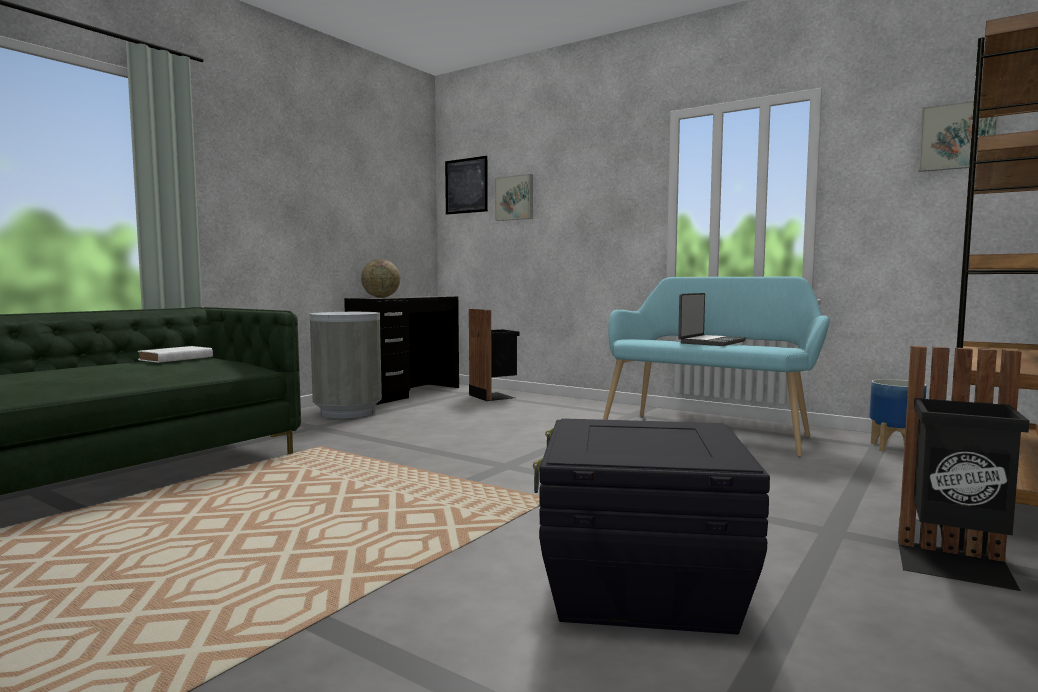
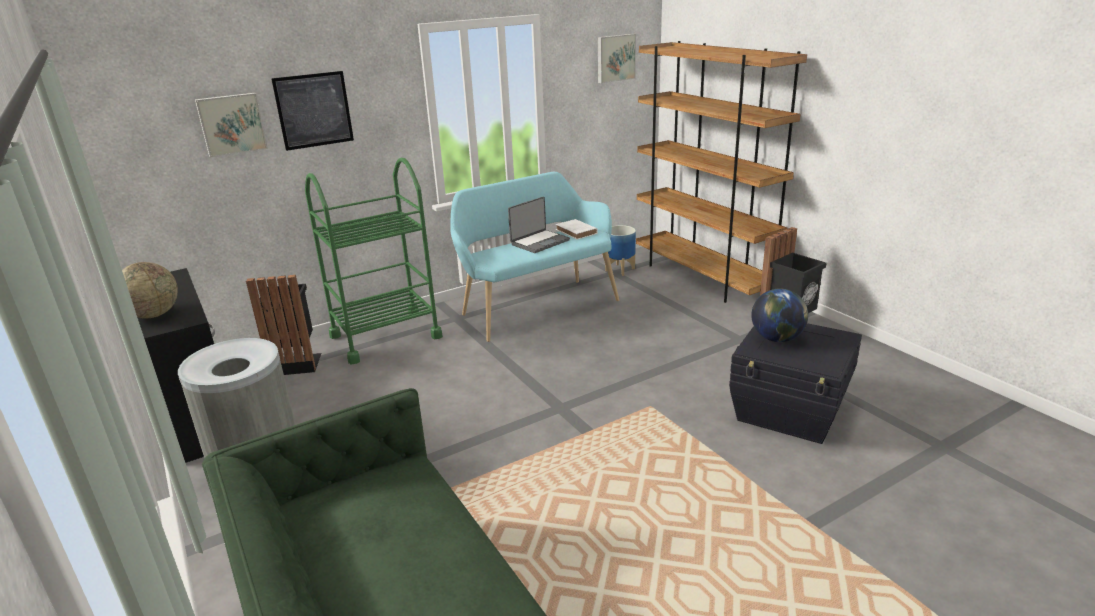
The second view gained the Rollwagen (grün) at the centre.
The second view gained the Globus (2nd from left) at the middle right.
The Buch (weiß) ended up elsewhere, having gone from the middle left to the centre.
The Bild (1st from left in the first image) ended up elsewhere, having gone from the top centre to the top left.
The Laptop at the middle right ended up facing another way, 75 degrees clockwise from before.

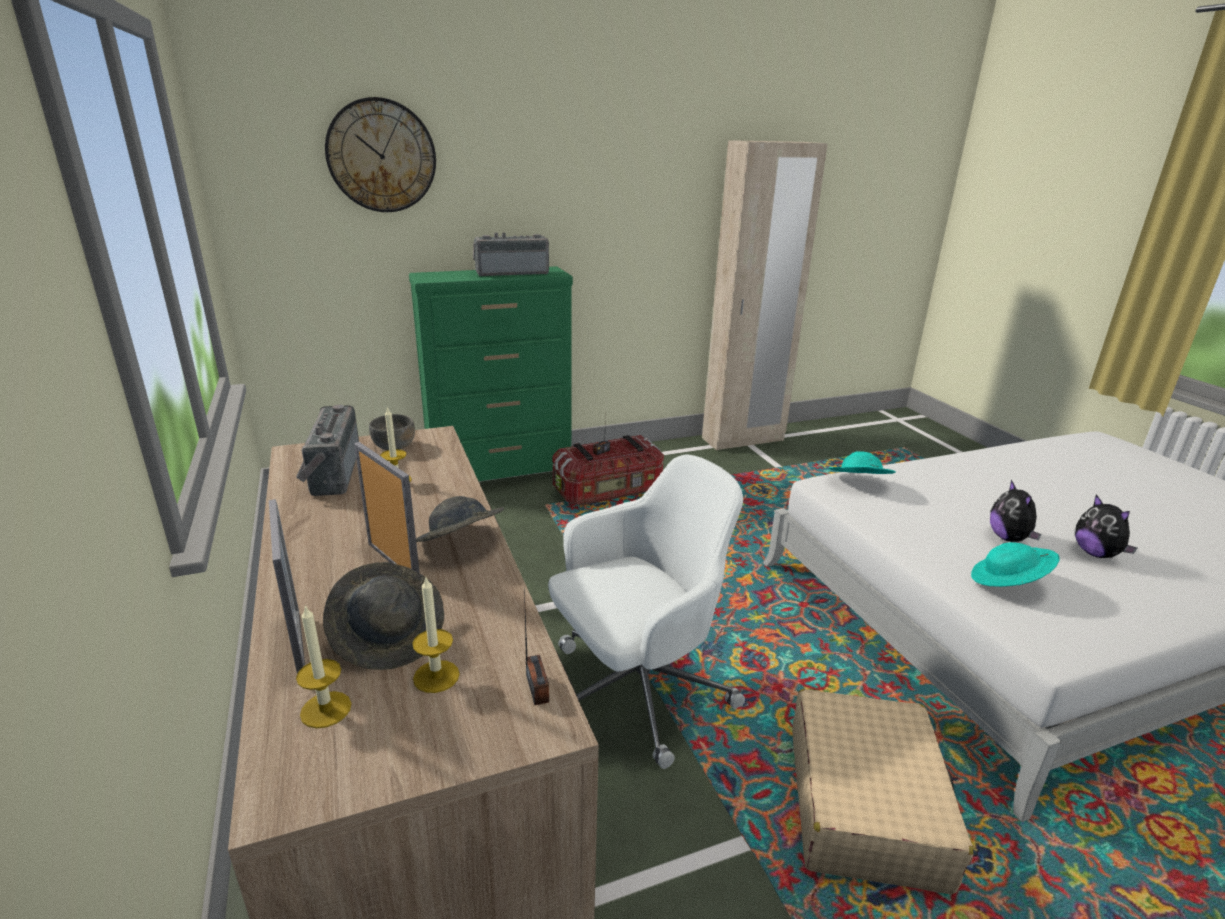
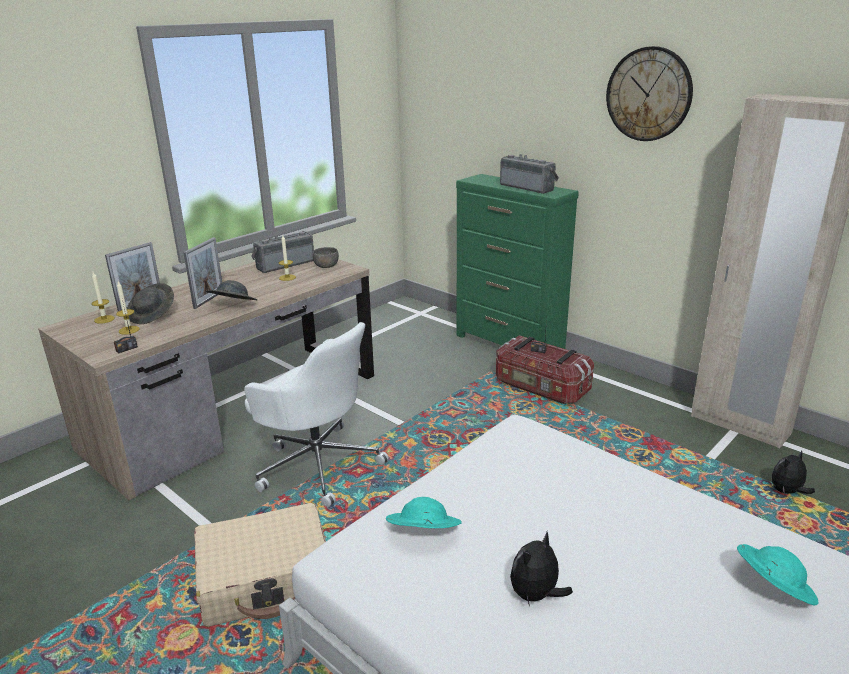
The Wanduhr ended up elsewhere, having gone from the top left to the top right.
The Hut (türkis) (1st from left in the first image) ended up elsewhere, having gone from the middle right to the bottom right.
The Plüschtier (1st from left in the first image) ended up elsewhere, having gone from the middle right to the bottom right.

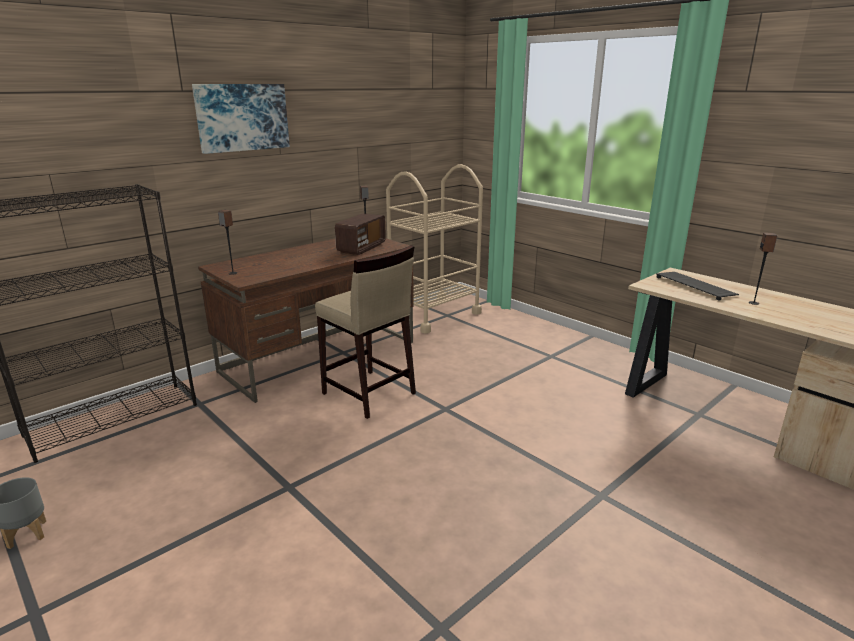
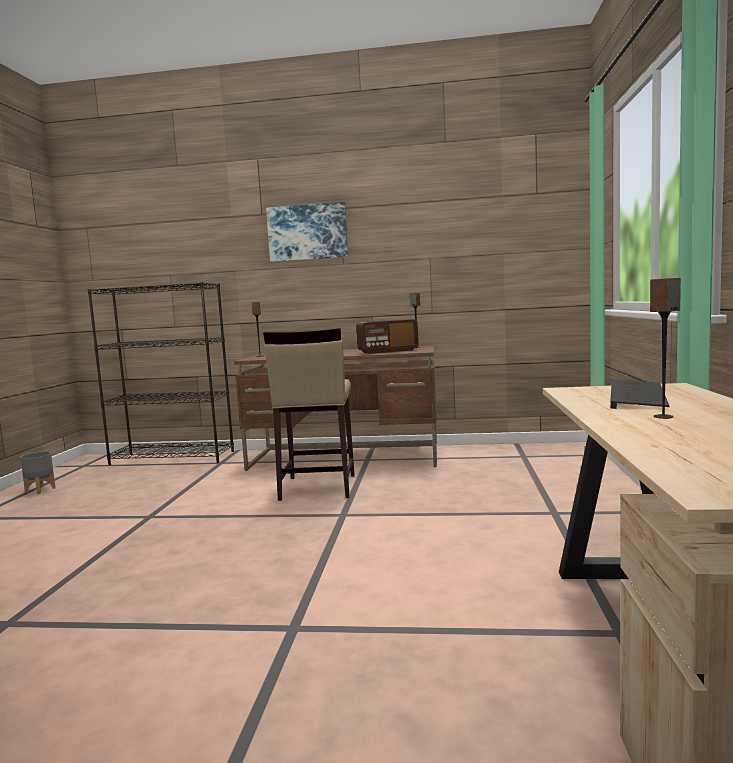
The second view lost the Rollwagen (beige) at the centre.

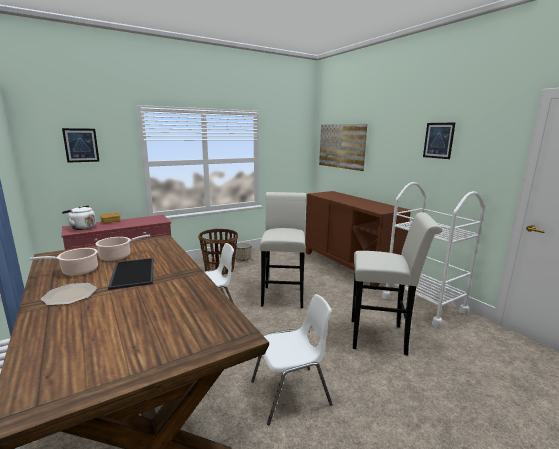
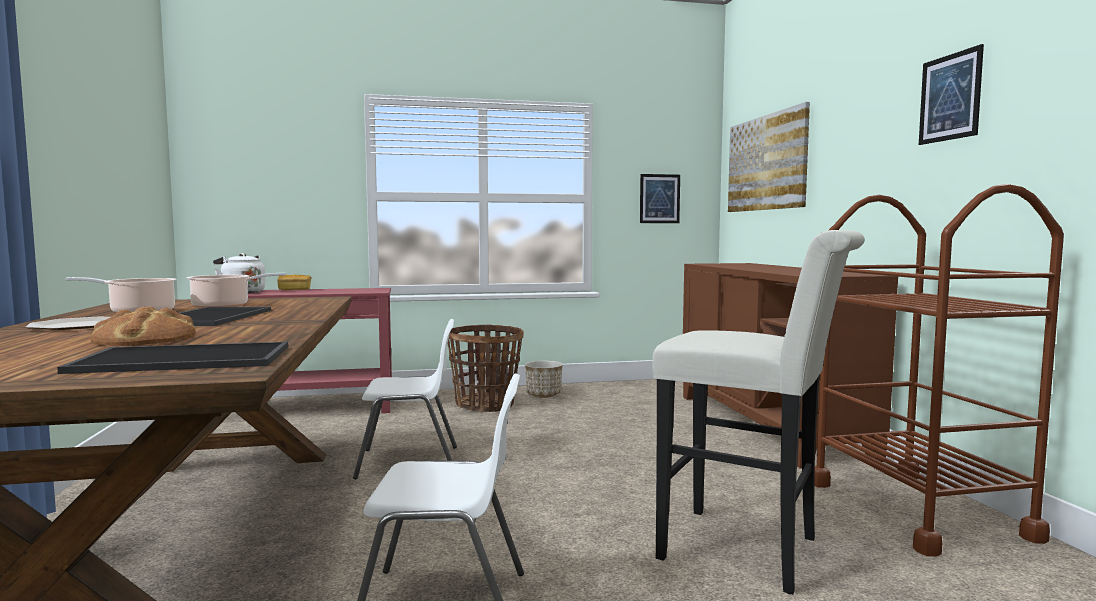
The second view lost the Hocker (weiß) (1st from left) at the centre.
The second view gained the Tablett (1st from left) at the middle left.
The second view gained the Brot (1st from left) at the middle left.
The Bild (1st from left) ended up elsewhere, having gone from the top left to the top centre.
What was the Rollwagen (weiß) at the middle right turned into the Rollwagen (braun) at the middle right.

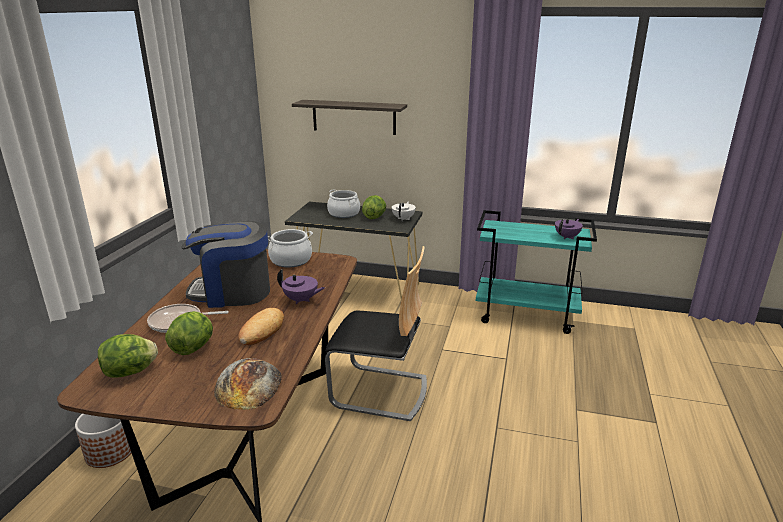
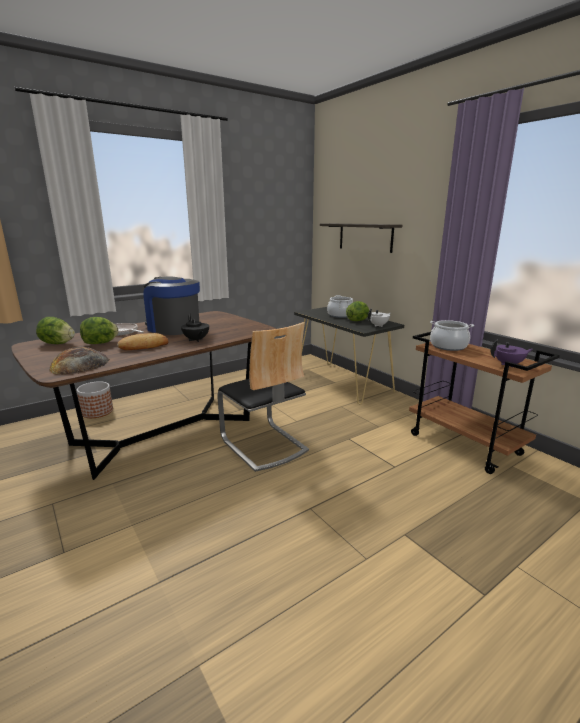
The Kochtopf (1st from left in the first image) ended up elsewhere, having gone from the centre to the middle right.
What was the Teekanne (lila) (1st from left) at the centre turned into the Teekanne (schwarz) at the centre.
What was the Rollwagen (türkis) at the middle right turned into the Rollwagen (braun) at the middle right.

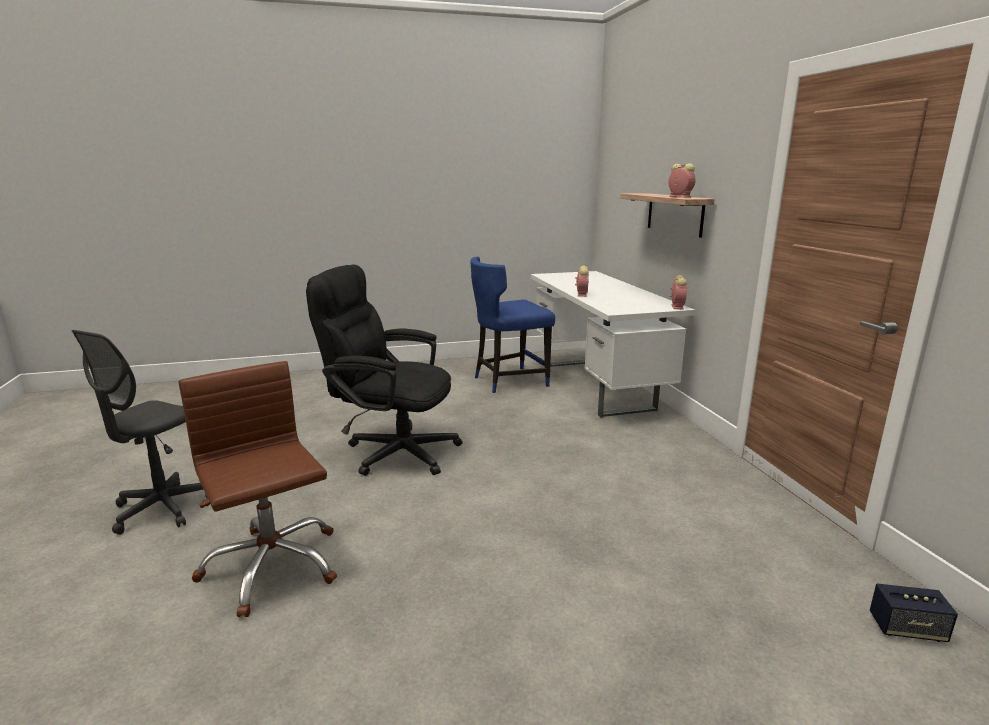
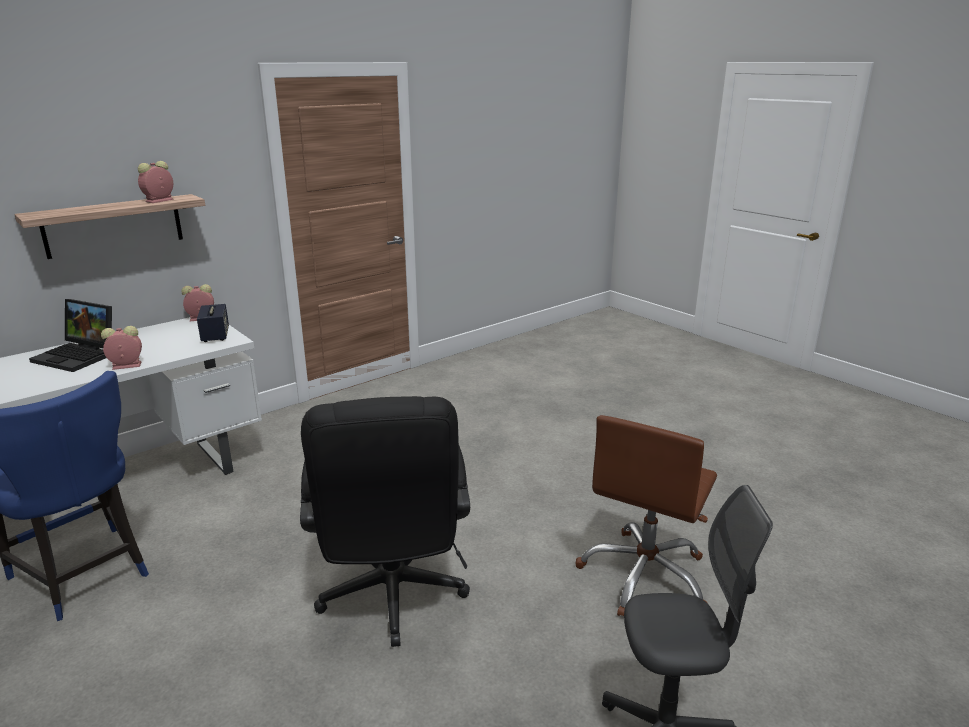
The second view gained the Laptop at the middle left.
The Lautsprecher ended up elsewhere, having gone from the bottom right to the middle left.

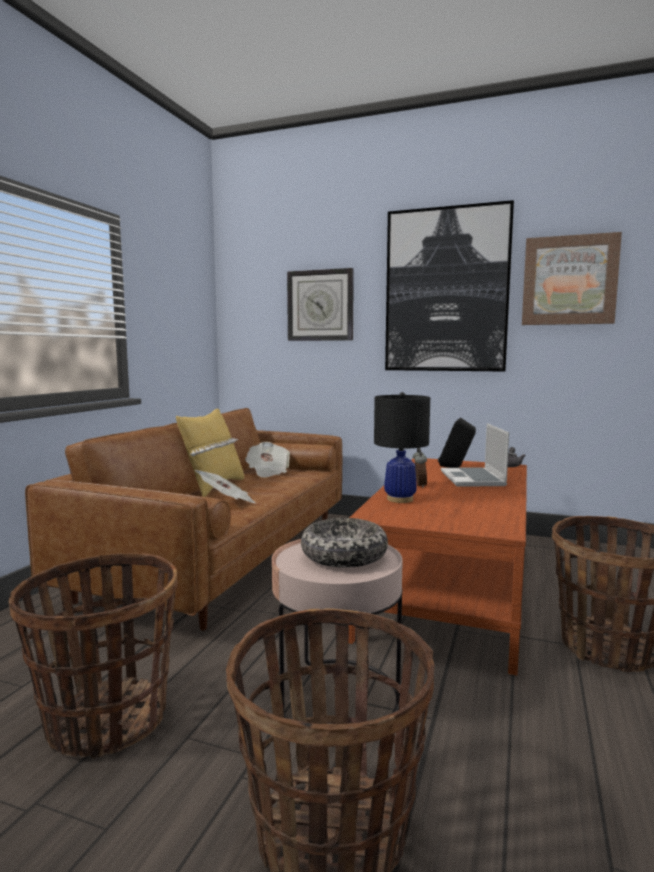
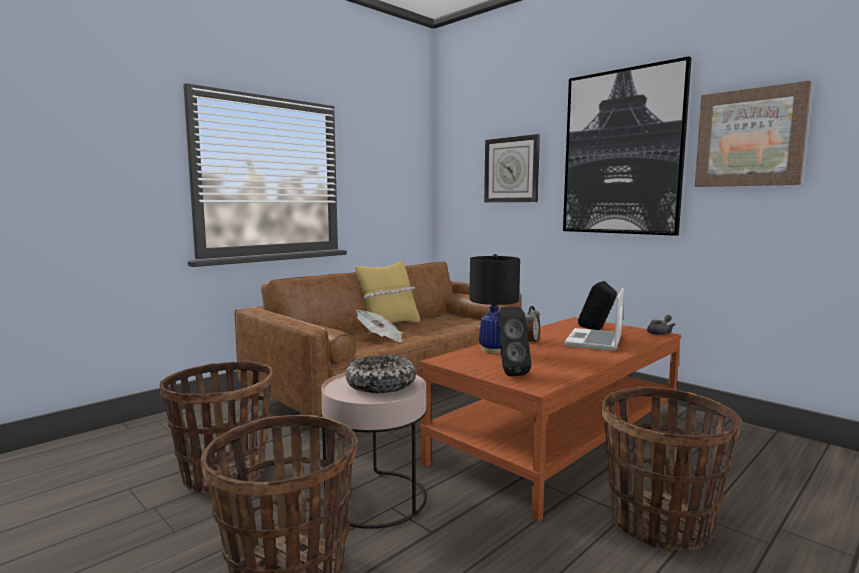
The second view lost the Zeitung (2nd from left) at the centre.
The second view gained the Lautsprecher (schwarz) (1st from left) at the centre.

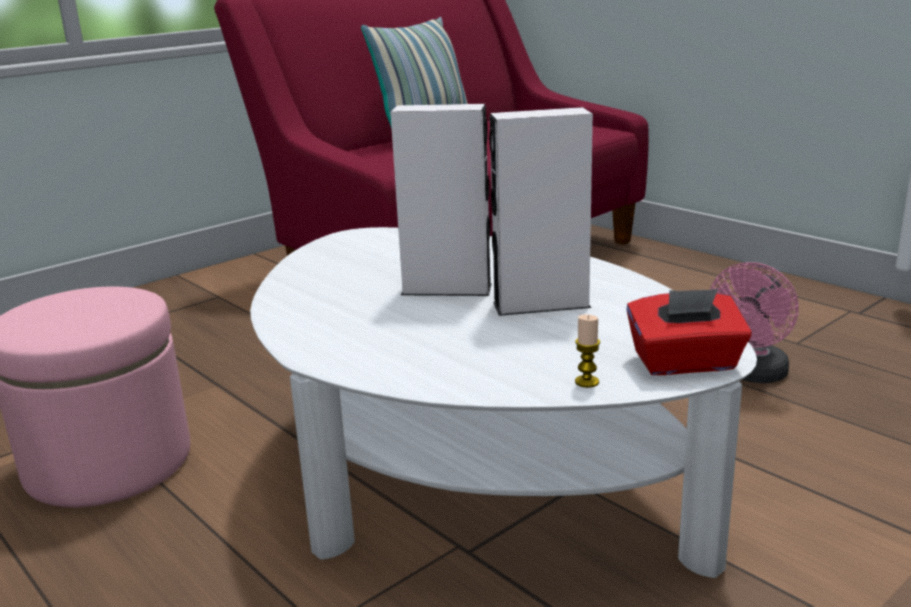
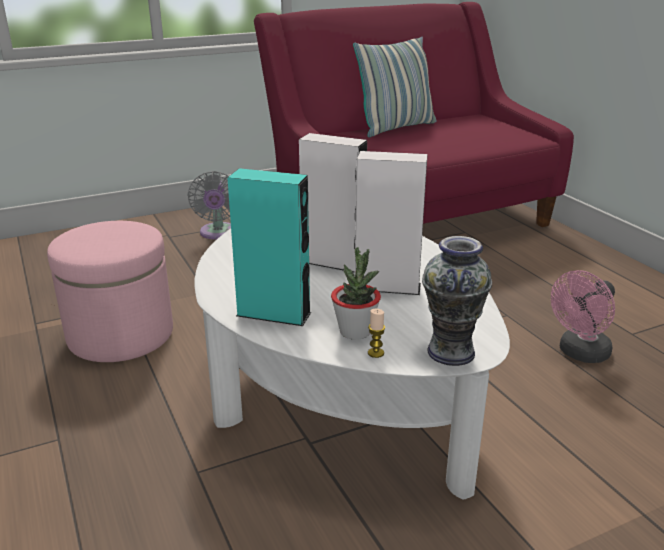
The second view gained the Ventilator (grau) at the middle left.
The second view gained the Lautsprecher (türkis) at the centre.
The second view gained the Topfpflanze at the centre.
Where the Taschentuchbox (rot) stood at the middle right, the Vase came to stand at the middle right.

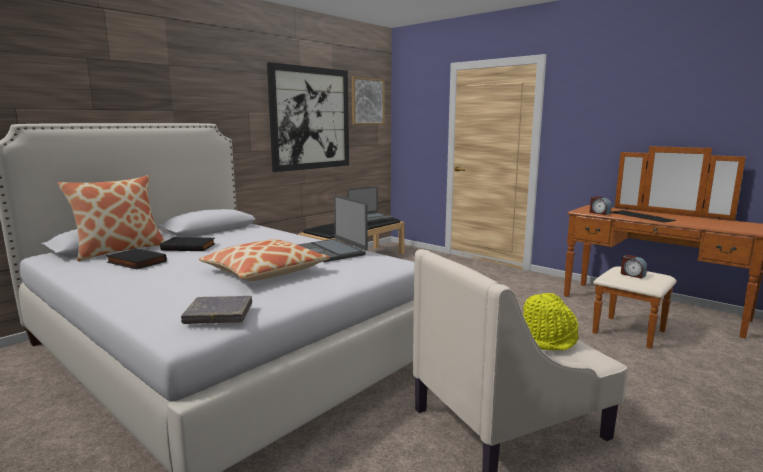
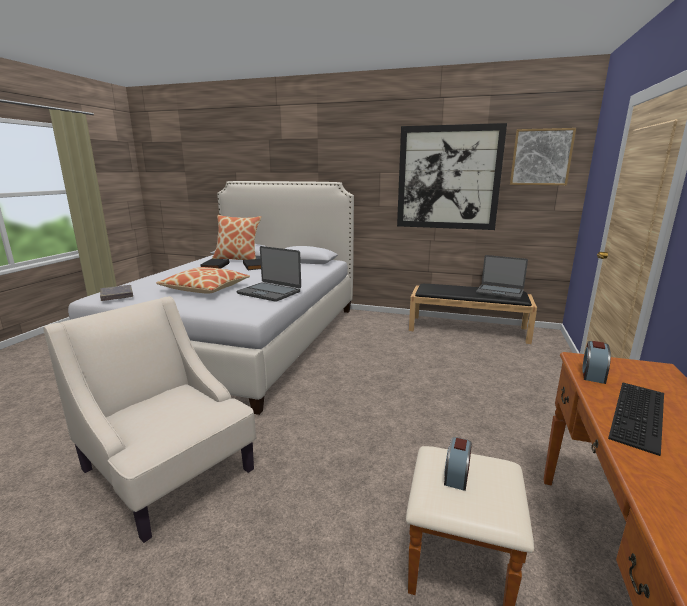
The second view lost the Hut (gelb) at the bottom right.
The Laptop (1st from left) at the centre ended up facing another way, 90 degrees counterclockwise from before.

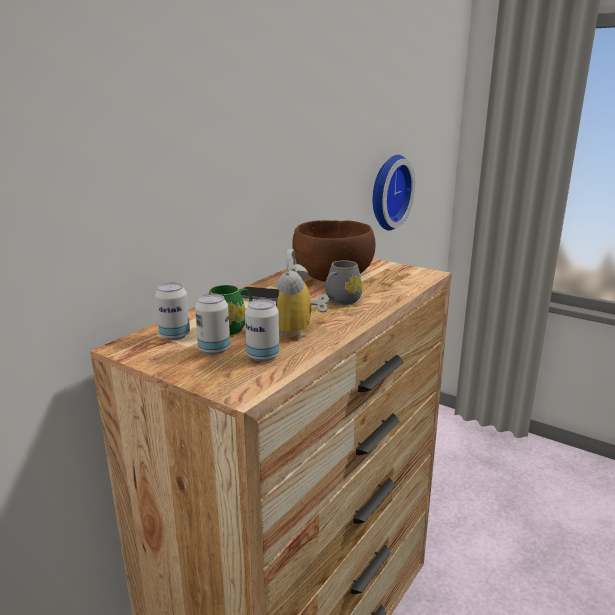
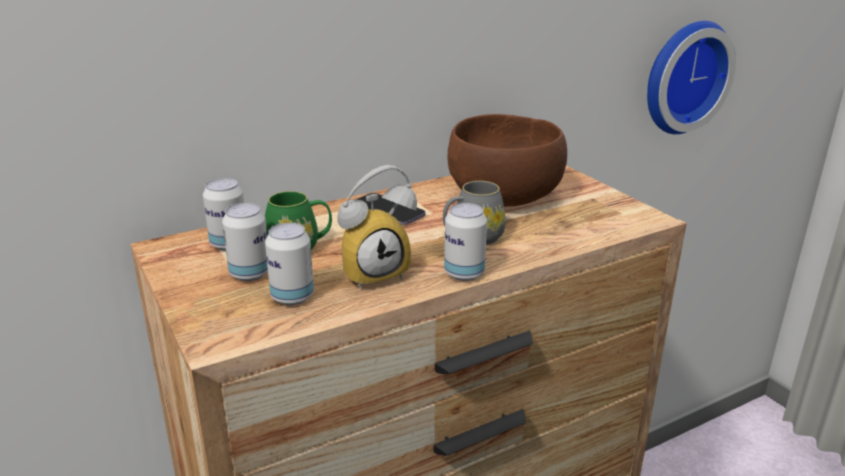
The second view gained the Dose (4th from left) at the centre.
The Wecker at the centre ended up facing another way, 150 degrees counterclockwise from before.

